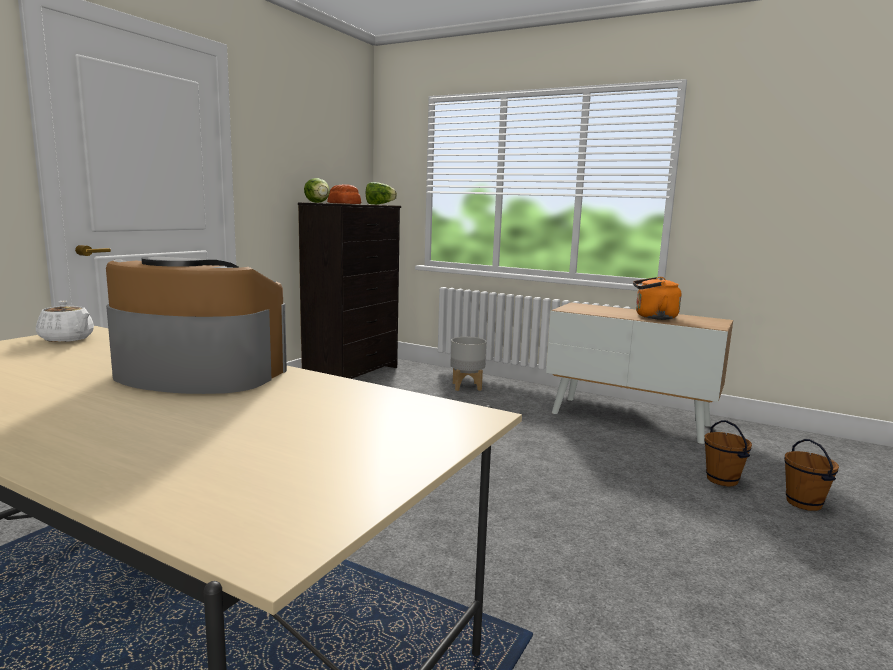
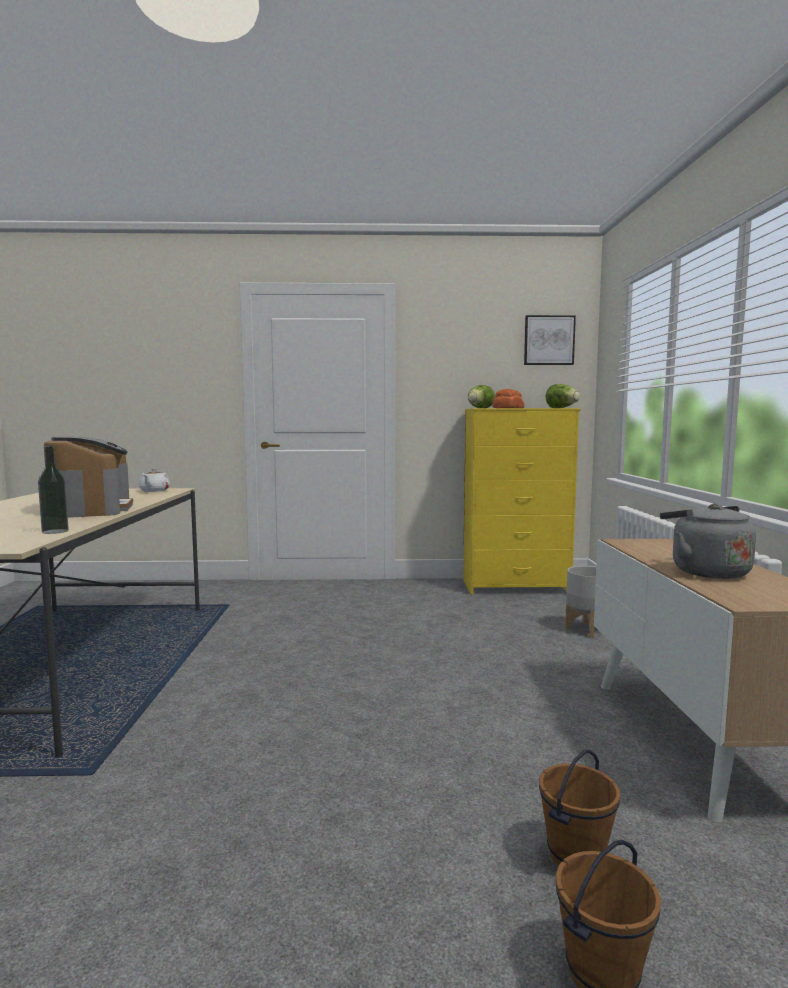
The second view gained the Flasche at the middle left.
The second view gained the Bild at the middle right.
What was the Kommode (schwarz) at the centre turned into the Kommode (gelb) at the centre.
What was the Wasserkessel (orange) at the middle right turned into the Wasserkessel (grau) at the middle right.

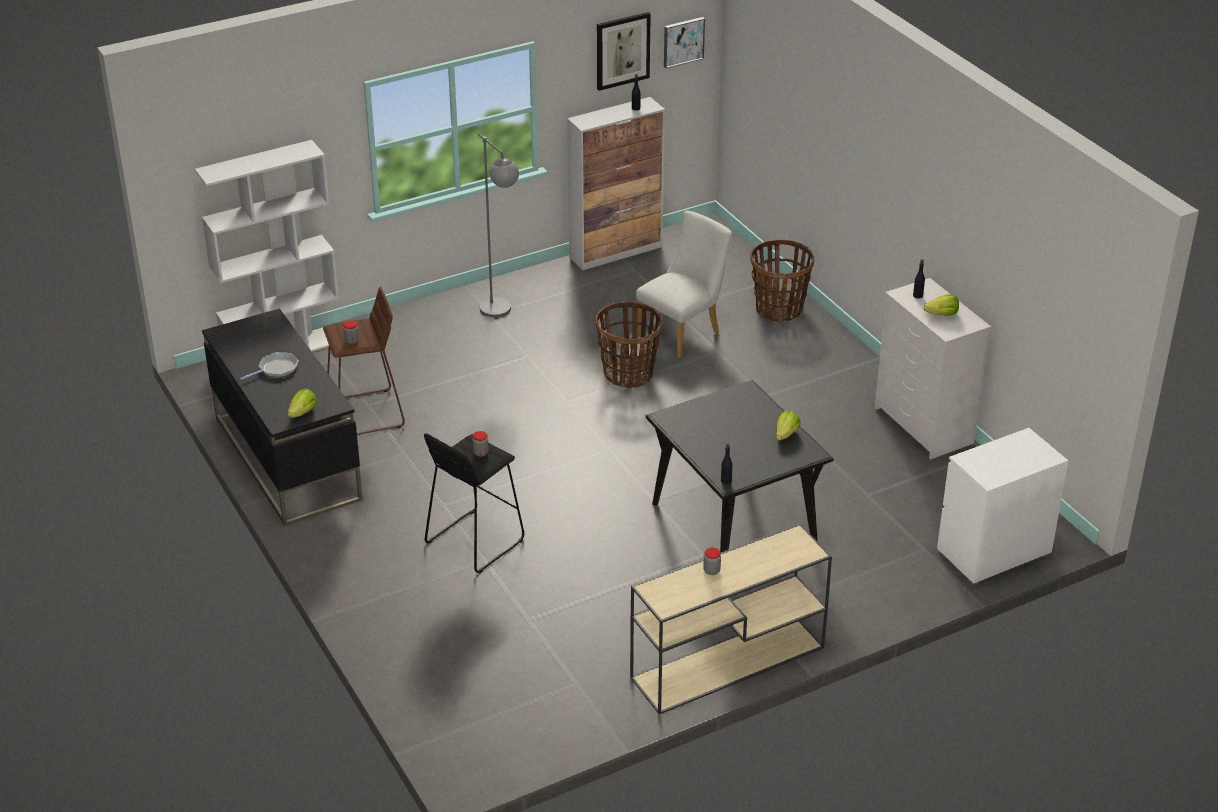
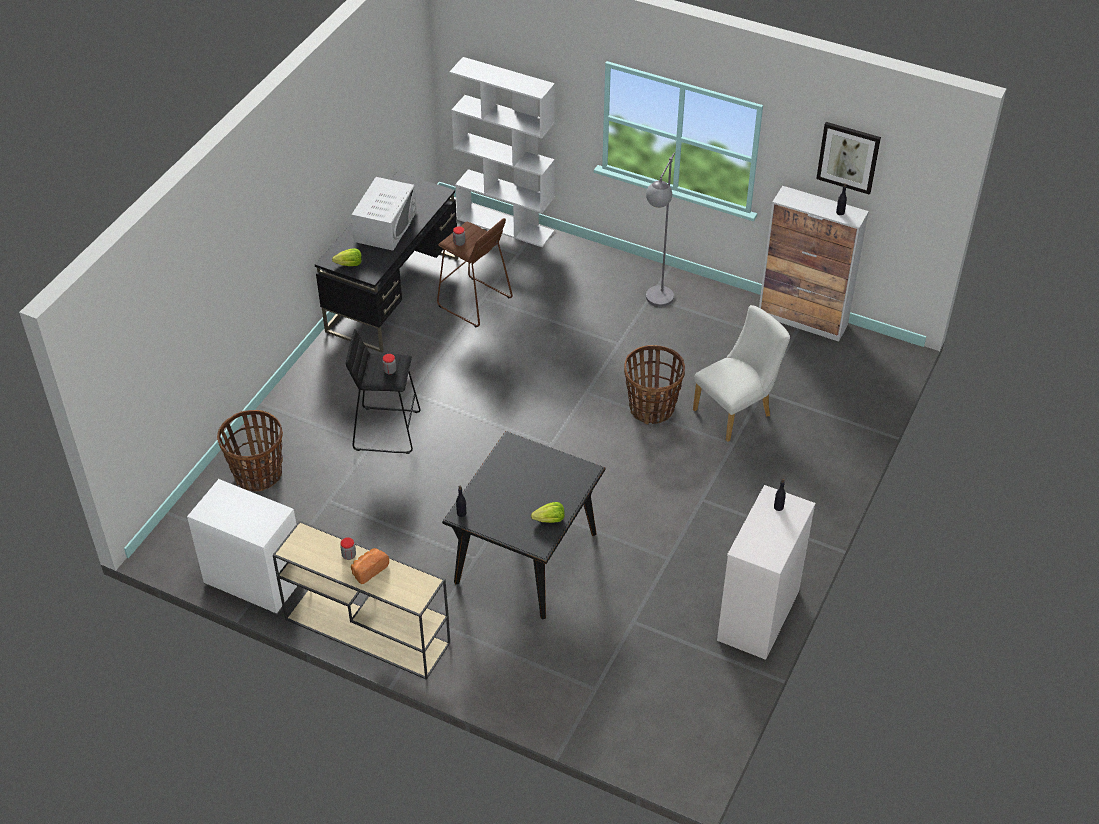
The second view lost the Bild (2nd from left) at the top centre.
The second view lost the Salatkopf (3rd from left) at the middle right.
The second view gained the Brot at the bottom centre.
The Korb (2nd from left in the first image) ended up elsewhere, having gone from the centre to the middle left.
The Kommode (weiß) (2nd from left in the first image) ended up elsewhere, having gone from the middle right to the middle left.
Where the Pfanne stood at the middle left, the Mikrowelle (weiß) came to stand at the top centre.
The Stuhl (weiß) at the centre ended up facing another way, 45 degrees counterclockwise from before.

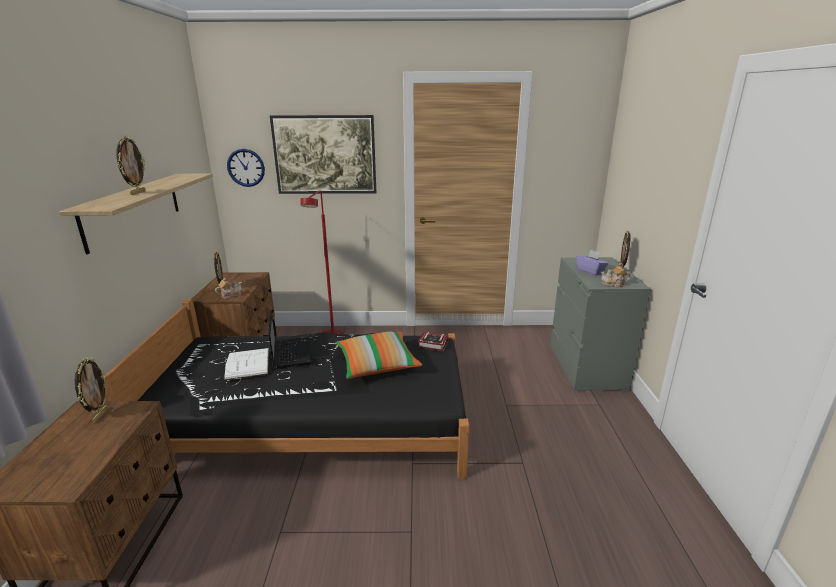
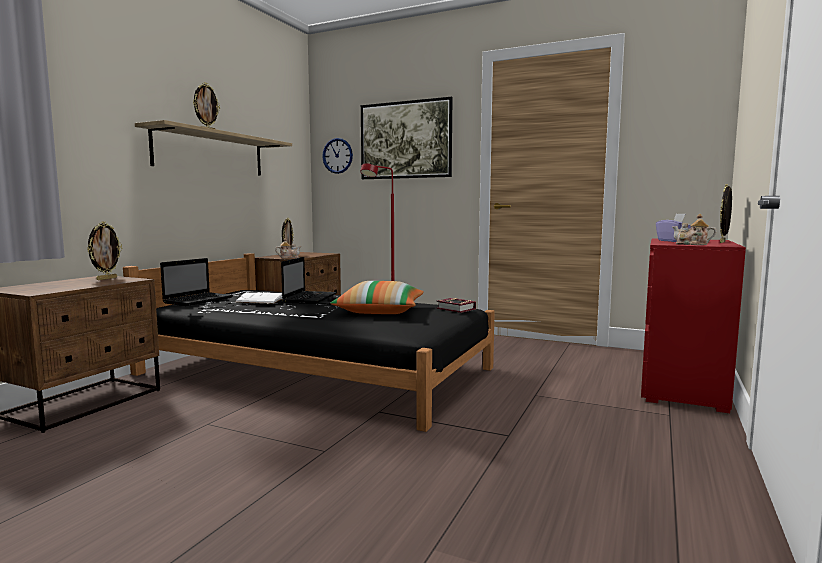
The second view gained the Laptop (1st from left) at the middle left.
What was the Kommode (grau) at the middle right turned into the Kommode (rot) at the middle right.

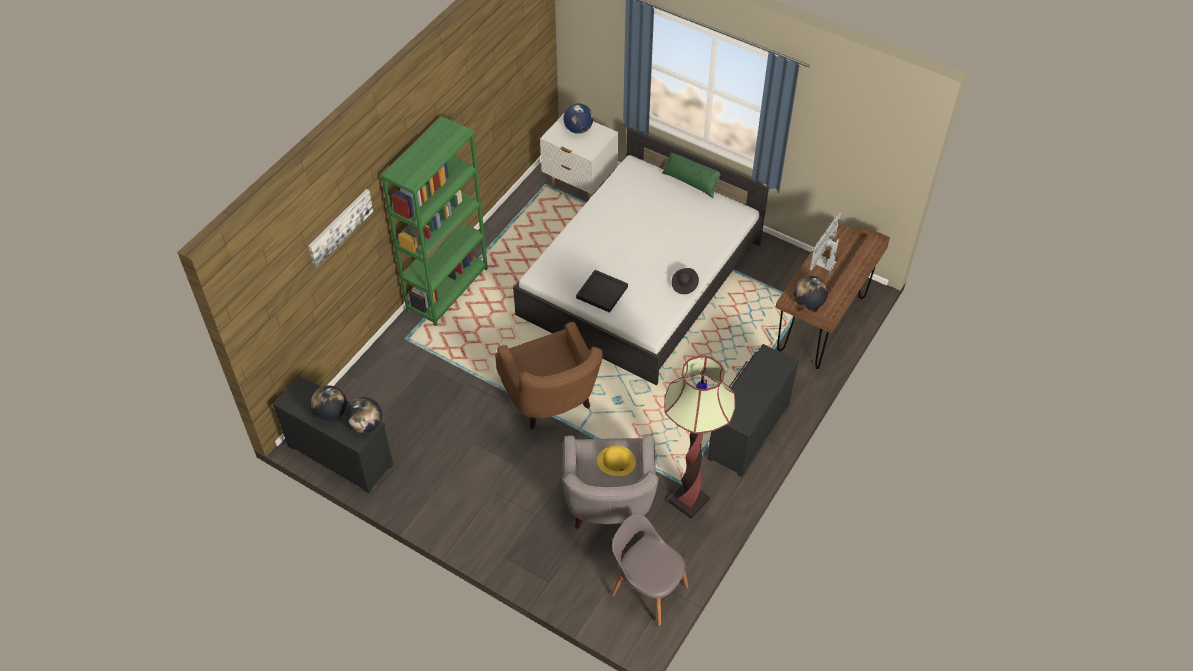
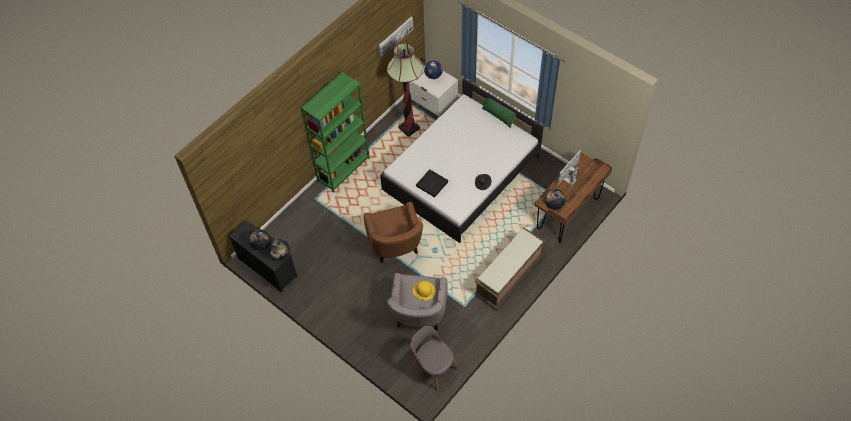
The Bild ended up elsewhere, having gone from the middle left to the top centre.
The Stehlampe ended up elsewhere, having gone from the centre to the top centre.
Where the Kommode (schwarz) (2nd from left) stood at the centre, the Bank (braun) came to stand at the centre.

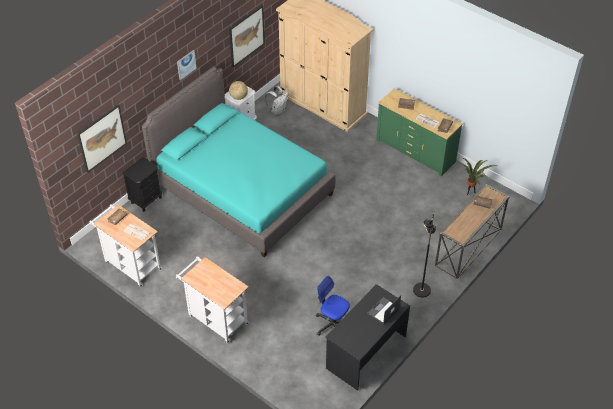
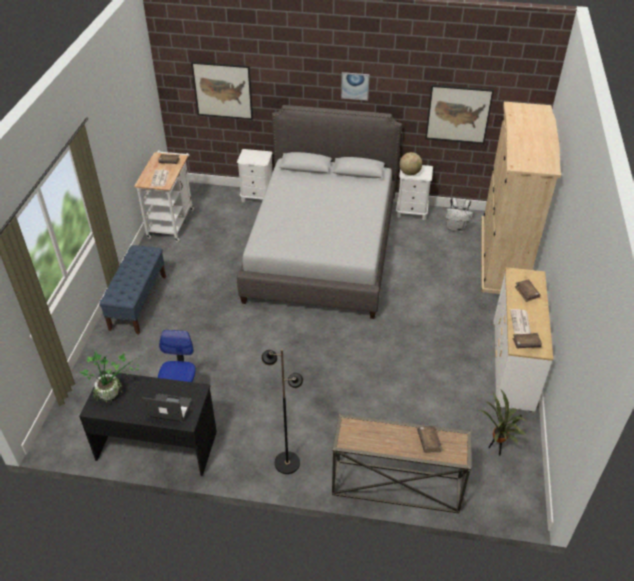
The second view gained the Topfpflanze (1st from left) at the middle left.
Where the Rollwagen (weiß) (2nd from left) stood at the bottom centre, the Bank (blau) came to stand at the middle left.
What was the Nachttisch (schwarz) at the middle left turned into the Nachttisch (weiß) (1st from left) at the top centre.
What was the Bett (türkis) at the centre turned into the Bett (grau) at the centre.
What was the Kommode (grün) at the top right turned into the Kommode (weiß) at the middle right.

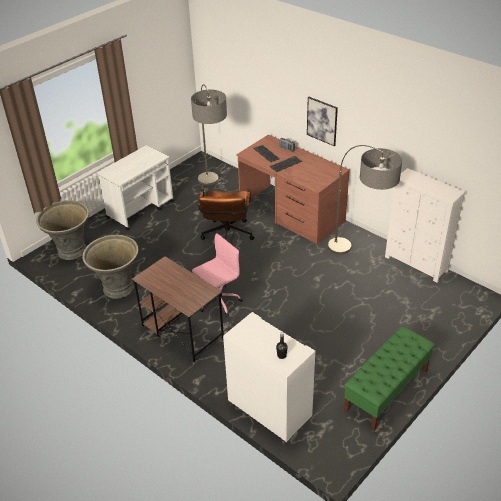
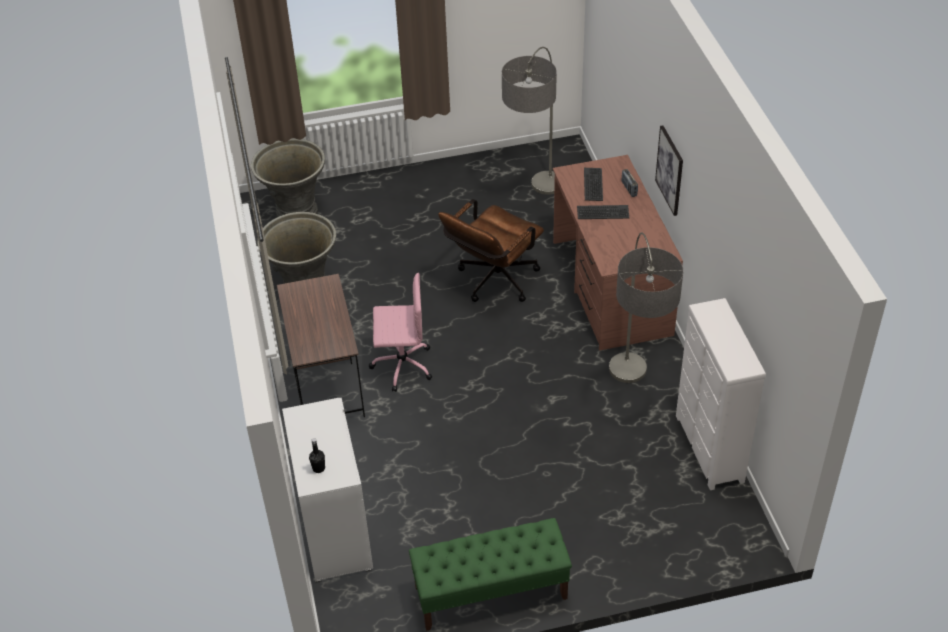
The second view lost the Rollwagen (weiß) at the middle left.

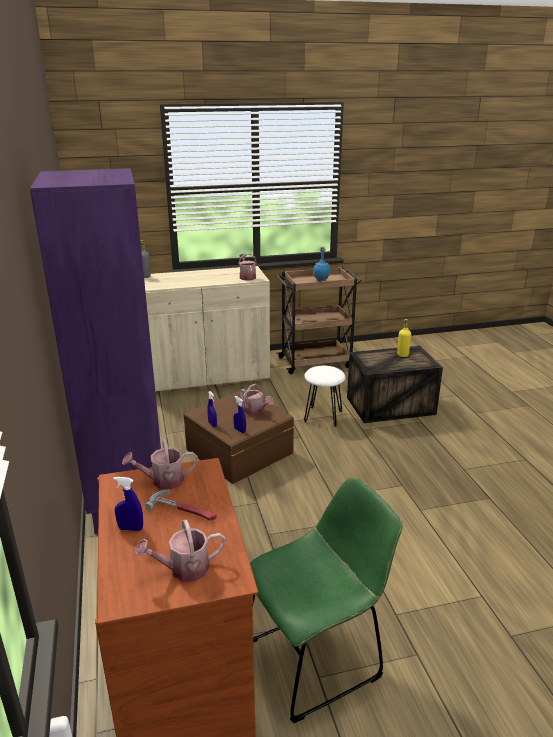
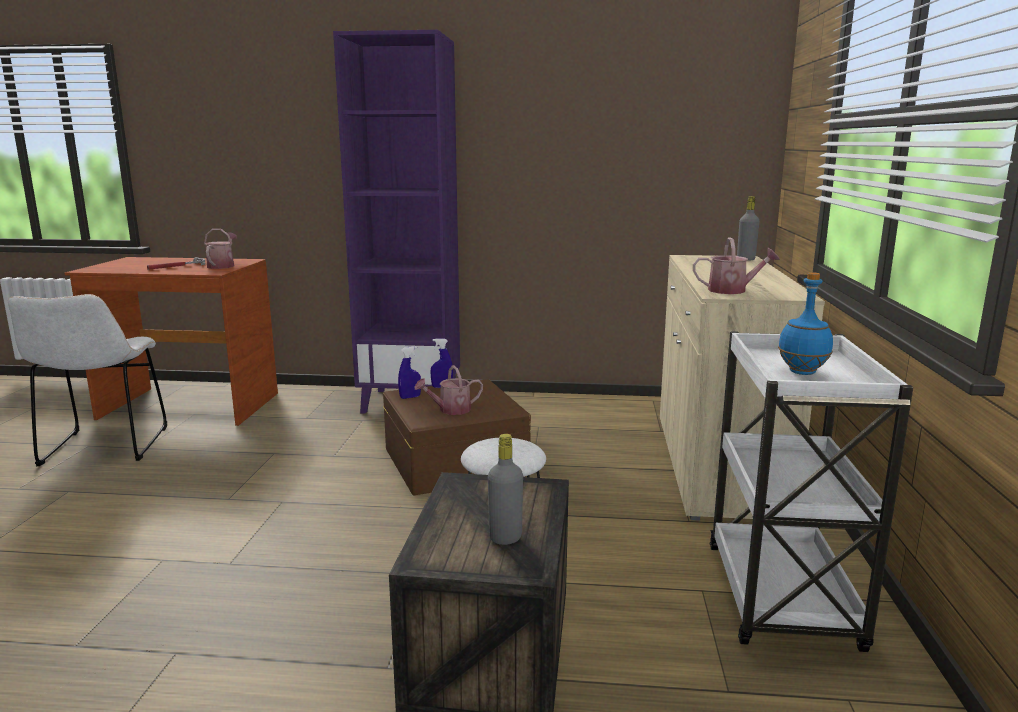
The second view lost the Sprühflasche (blau) (1st from left) at the bottom left.
The second view lost the Gießkanne (2nd from left) at the bottom left.
What was the Stuhl (grün) at the bottom centre turned into the Stuhl (weiß) at the middle left.
What was the Rollwagen (braun) at the centre turned into the Rollwagen (weiß) at the bottom right.
What was the Flasche (gelb) at the middle right turned into the Flasche (grau) (1st from left) at the bottom centre.

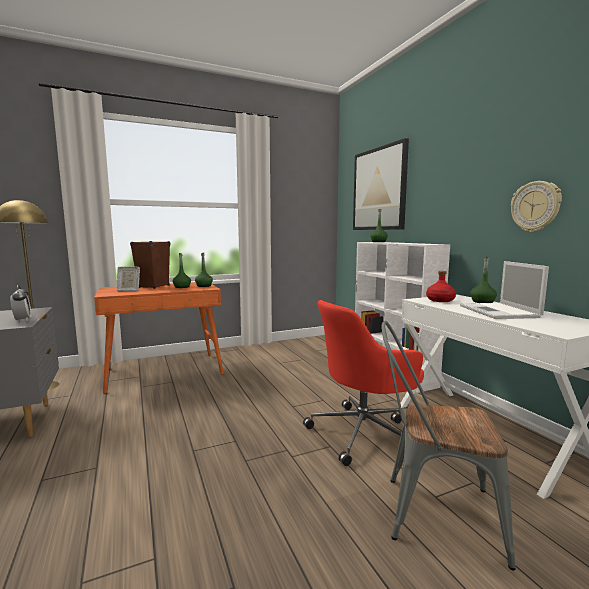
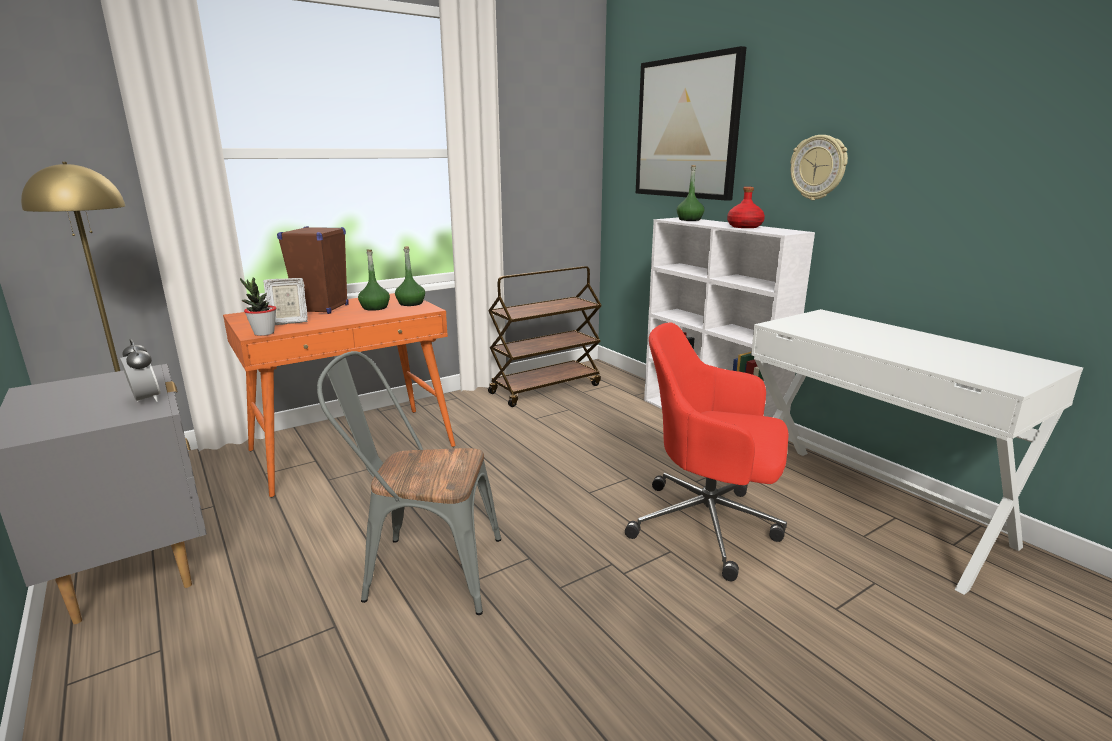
The second view lost the Laptop at the middle right.
The second view lost the Flasche (grün) (4th from left) at the middle right.
The second view gained the Topfpflanze at the middle left.
The second view gained the Rollwagen (braun) at the centre.
The Stuhl (grau) ended up elsewhere, having gone from the bottom right to the centre.
The Flasche (rot) ended up elsewhere, having gone from the middle right to the top right.
The Wanduhr ended up elsewhere, having gone from the middle right to the top right.
The Bürostuhl (rot) at the centre ended up facing another way, 60 degrees clockwise from before.

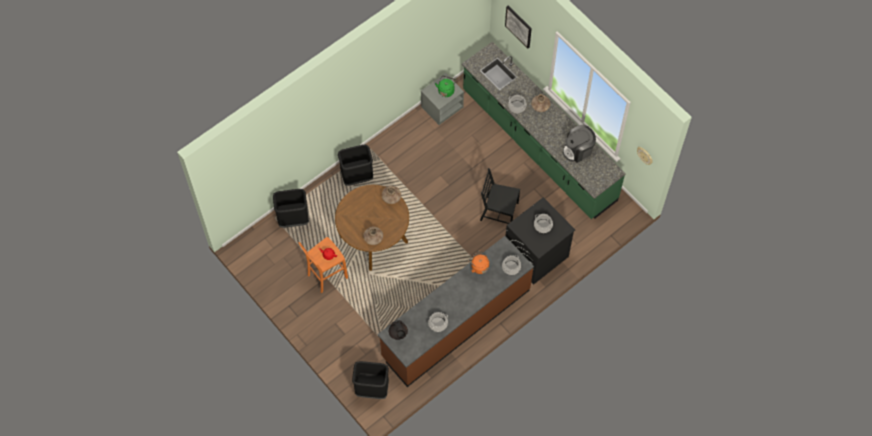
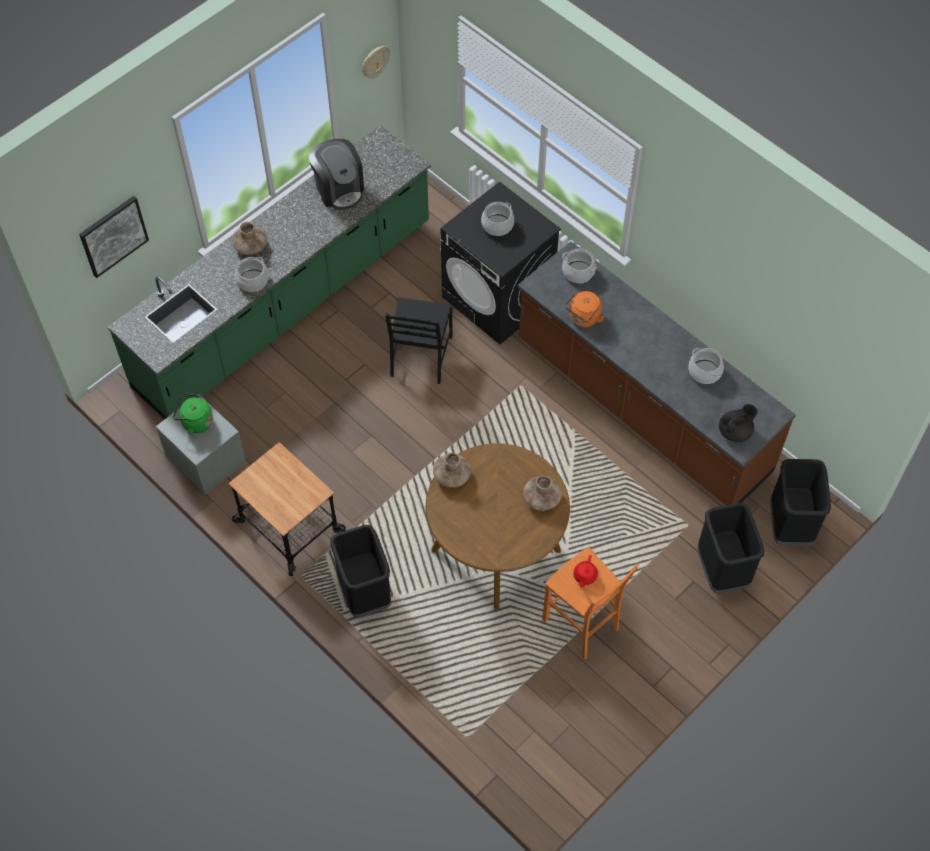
The second view gained the Rollwagen at the middle left.
The Mülleimer (schwarz) (1st from left in the first image) ended up elsewhere, having gone from the centre to the middle right.

